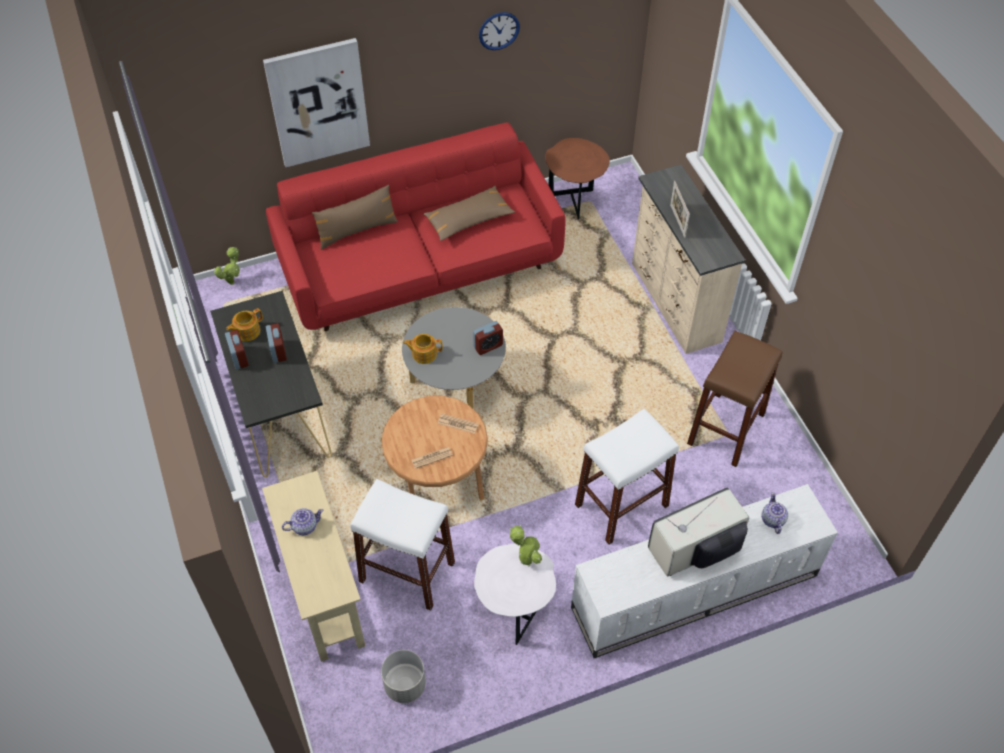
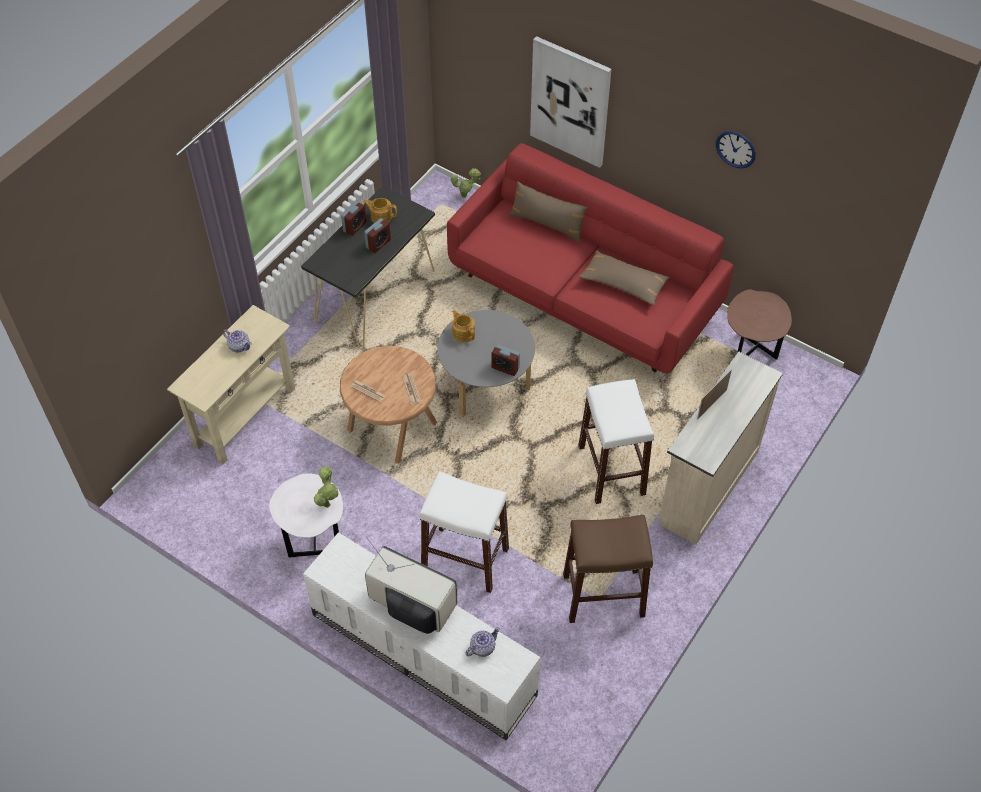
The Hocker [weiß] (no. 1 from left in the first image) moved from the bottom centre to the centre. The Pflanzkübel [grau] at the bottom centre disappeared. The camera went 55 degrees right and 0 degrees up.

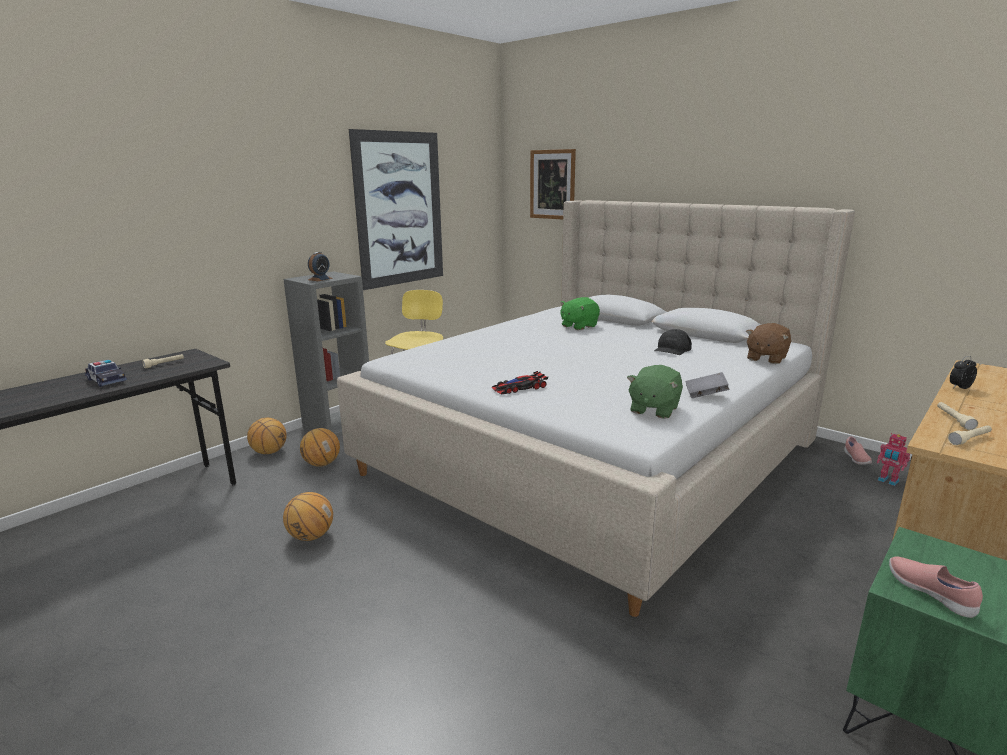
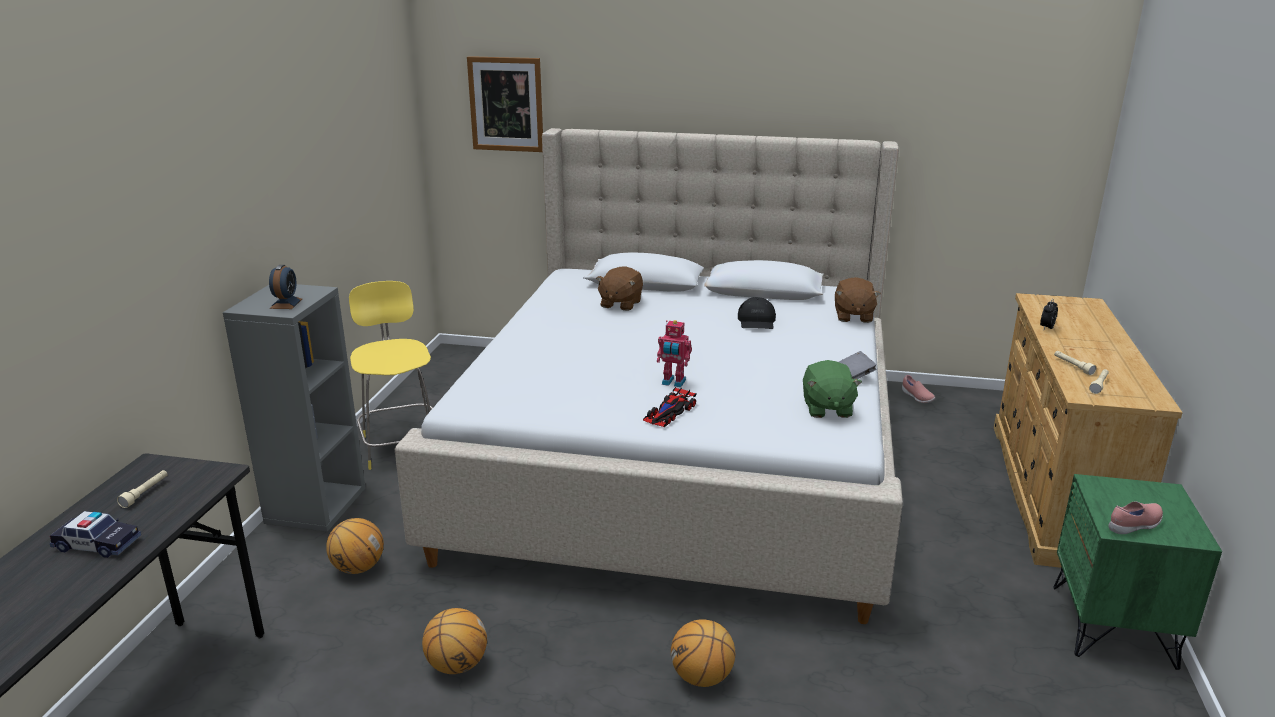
The Bild (no. 1 from left) at the top centre disappeared. The Plüschtier [grün] (no. 1 from left) at the centre became the Plüschtier [braun] (no. 1 from left) at the centre. The Basketball (no. 1 from left in the first image) moved from the middle left to the bottom centre. The Spielzeugroboter moved from the middle right to the centre. The Schuh [rosa] (no. 2 from left) at the bottom right turned 120 degrees clockwise. The camera went 30 degrees left and 5 degrees up.

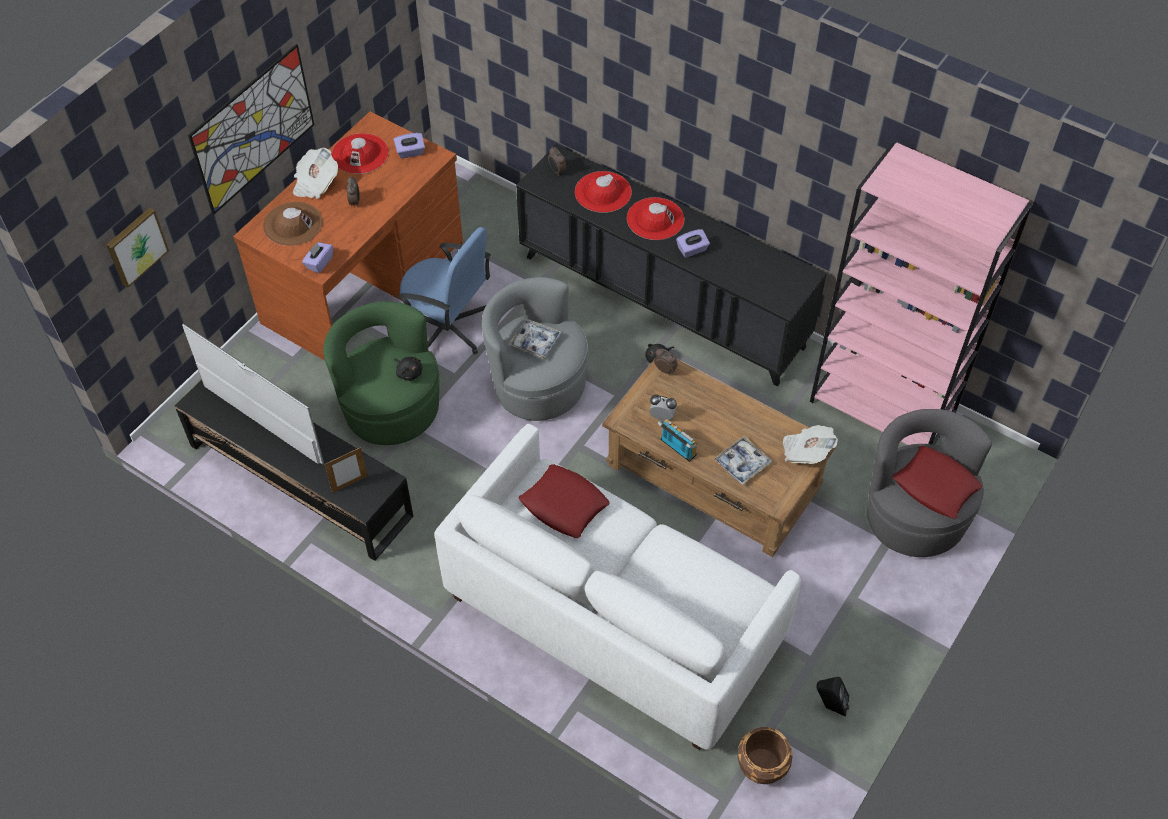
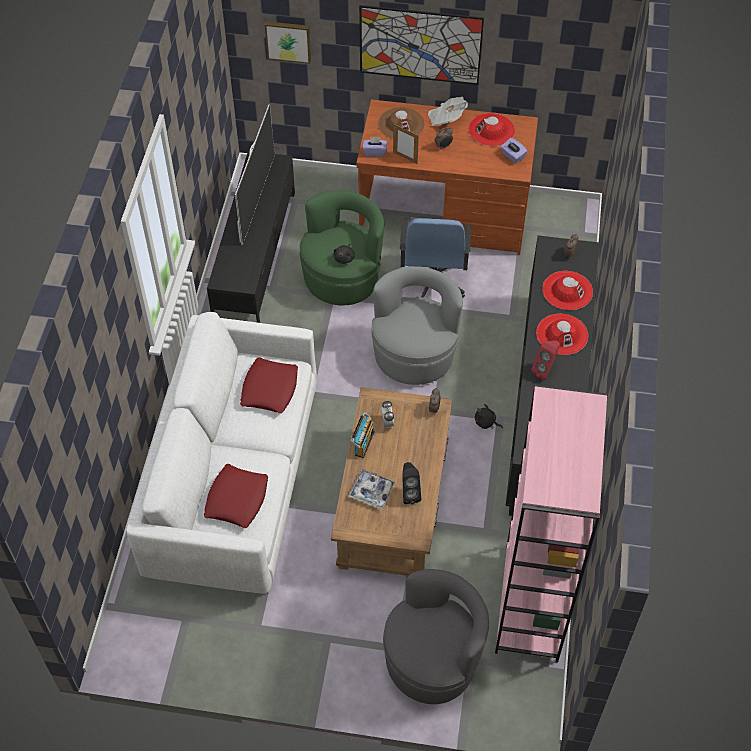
The Taschentuchbox [lila] (no. 3 from left) at the top centre was replaced by the Lautsprecher [rot] at the middle right. The Tablett (no. 1 from left) at the centre disappeared. The Zeitung (no. 2 from left) at the middle right disappeared. The Kissen [rot] (no. 2 from left in the first image) moved from the middle right to the middle left. The Bilderrahmen moved from the middle left to the top centre. The Lautsprecher [schwarz] moved from the bottom right to the centre. The Pflanzkübel [braun] at the bottom centre disappeared. The camera went 65 degrees right and 0 degrees up.

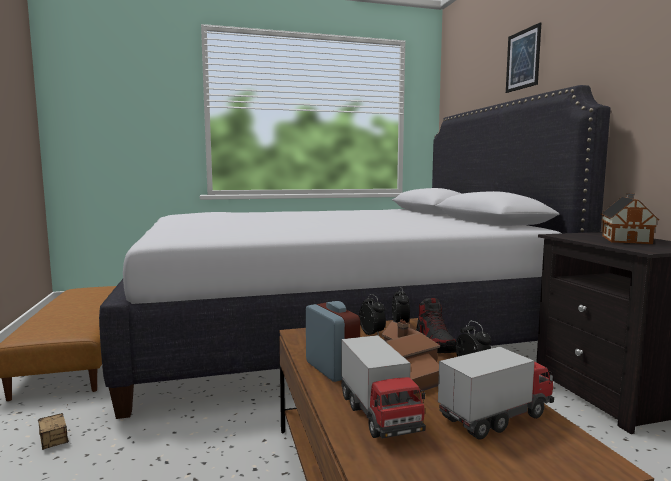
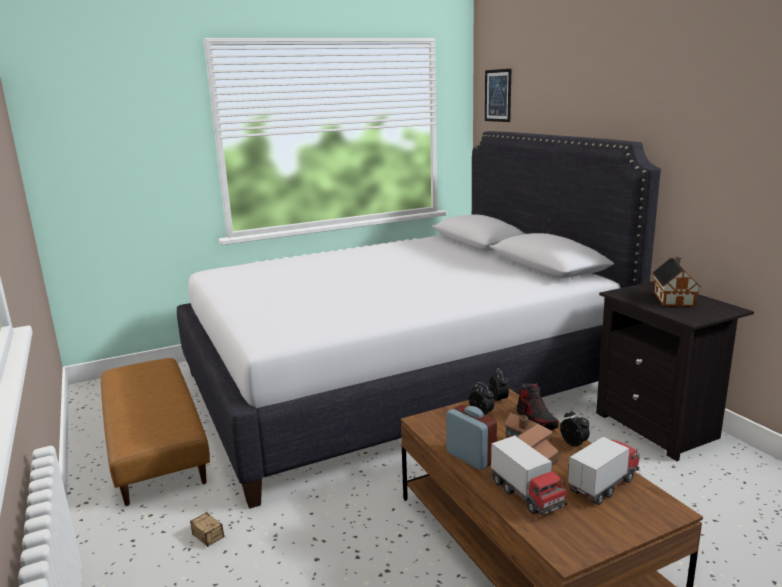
The Bild moved from the top right to the top centre. The camera went 10 degrees left and 10 degrees up.

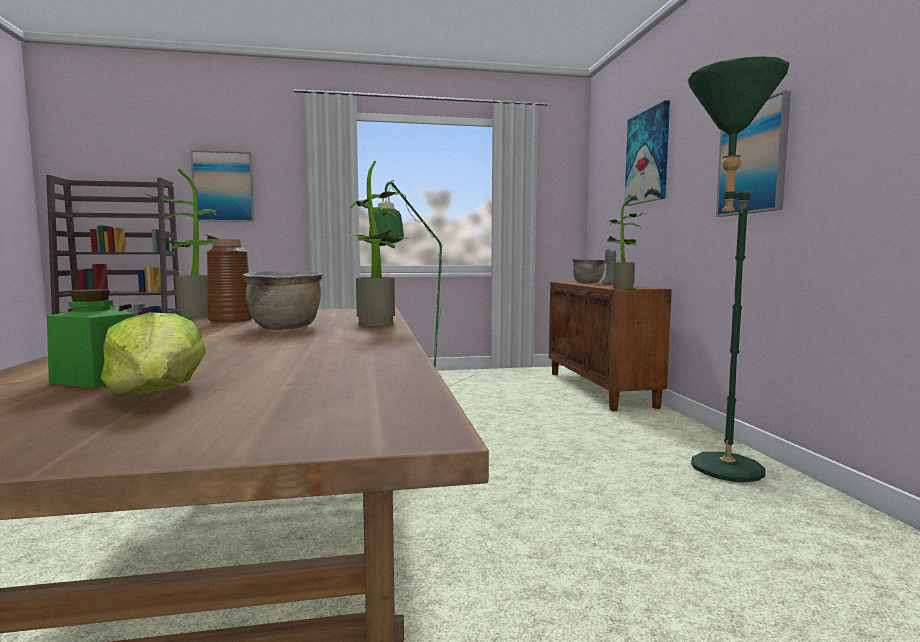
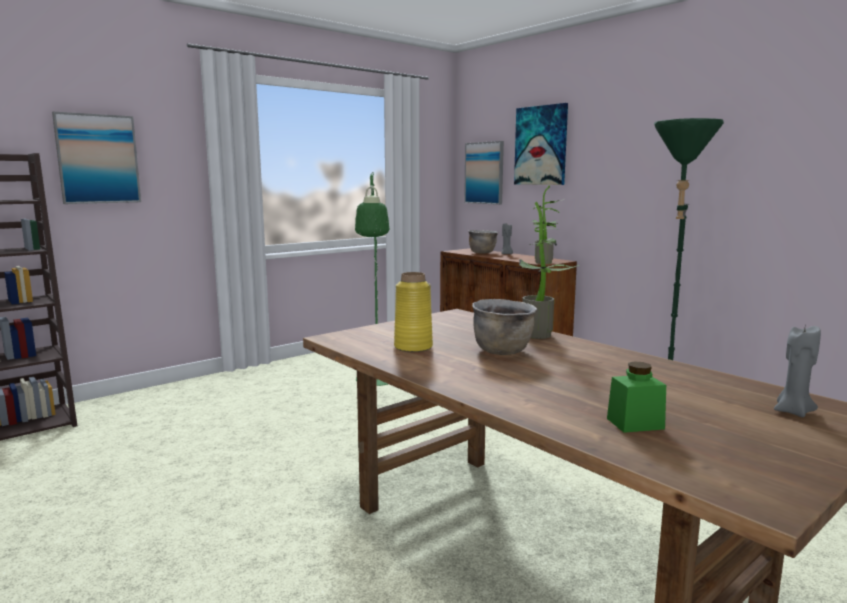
The Bild (no. 3 from left in the first image) moved from the top right to the top centre. The Topfpflanze (no. 1 from left) at the middle left disappeared. The Vase [braun] at the middle left became the Vase [gelb] at the centre. The Salatkopf at the middle left disappeared. The Kerze [grau] (no. 2 from left) at the middle right appeared. The camera went 30 degrees left and 5 degrees up.

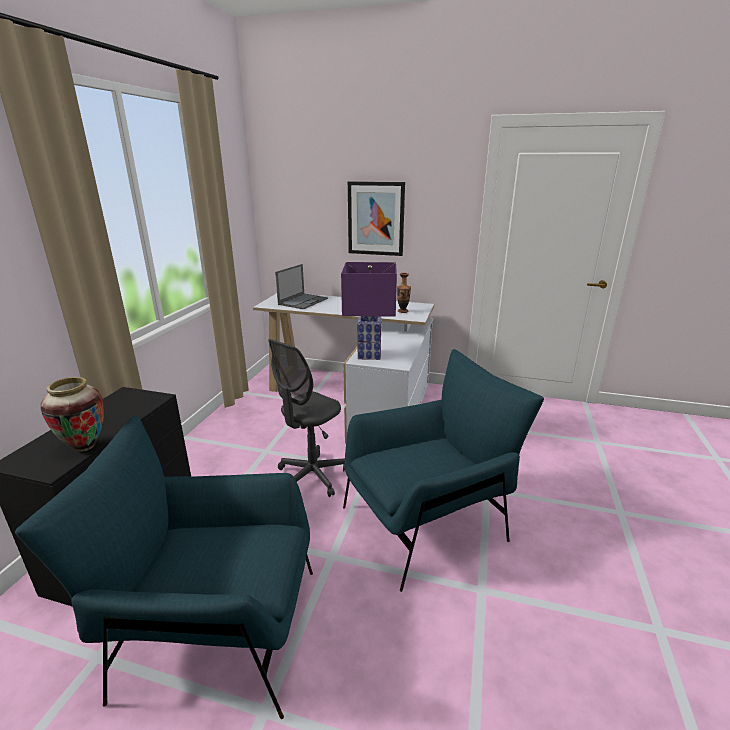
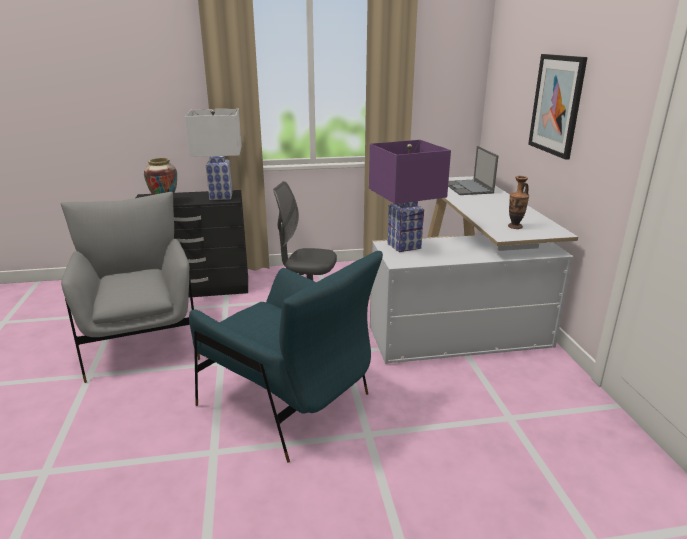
The Laptop at the centre turned 75 degrees clockwise. The Sessel [blau] (no. 1 from left) at the bottom left became the Sessel [grau] at the middle left. The Tischlampe [weiß] at the top left appeared. The camera went 65 degrees right and 0 degrees up.

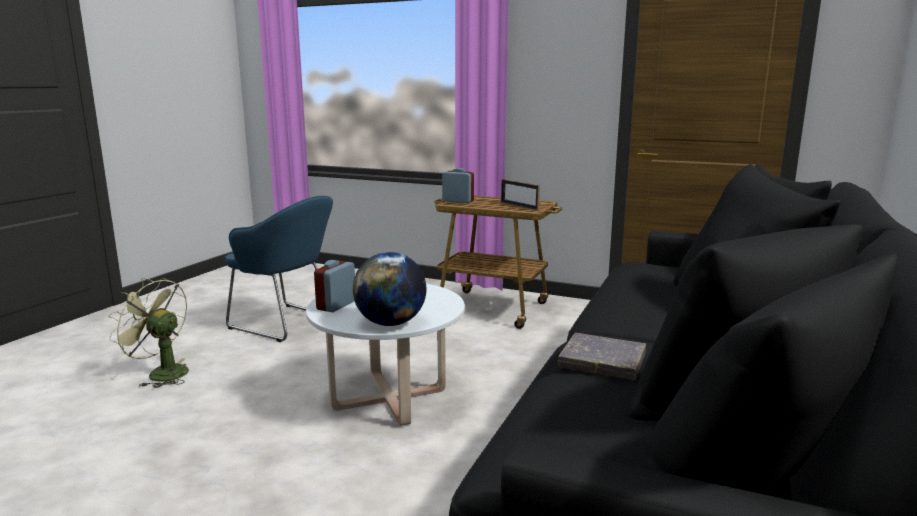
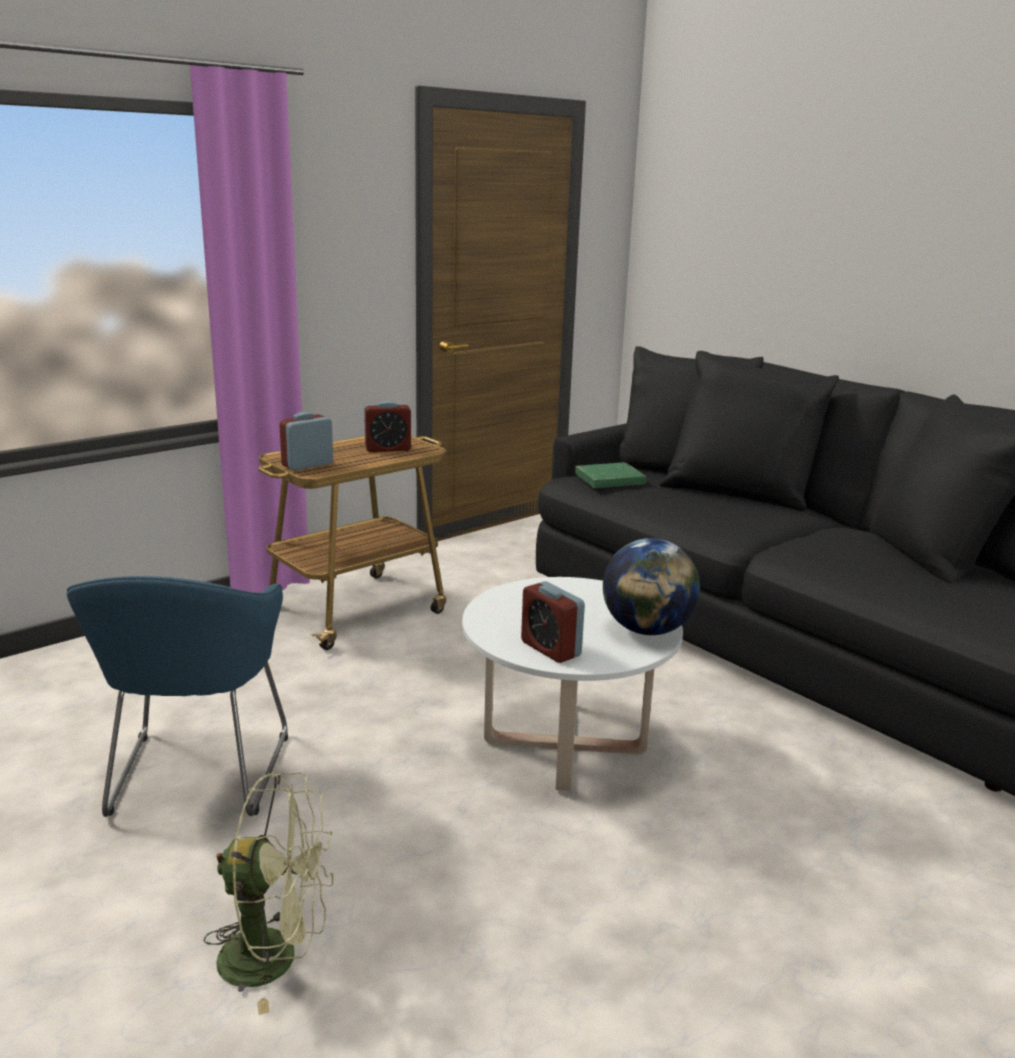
The Bilderrahmen at the centre was replaced by the Wecker (no. 2 from left) at the centre. The Sessel [blau] at the middle left turned 120 degrees clockwise. The Ventilator [grün] at the middle left turned 135 degrees counterclockwise. The Buch [grau] at the bottom centre disappeared. The Buch [grün] at the centre appeared. The camera went 65 degrees left and 5 degrees up.

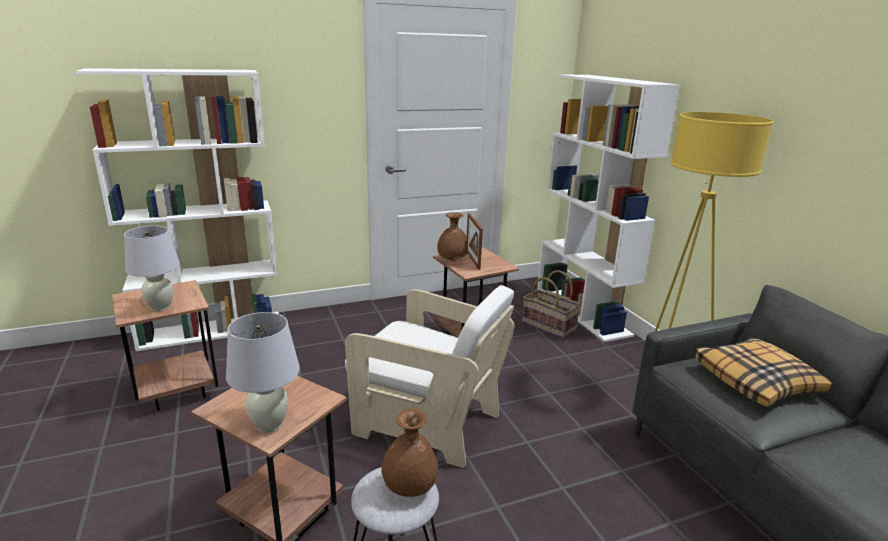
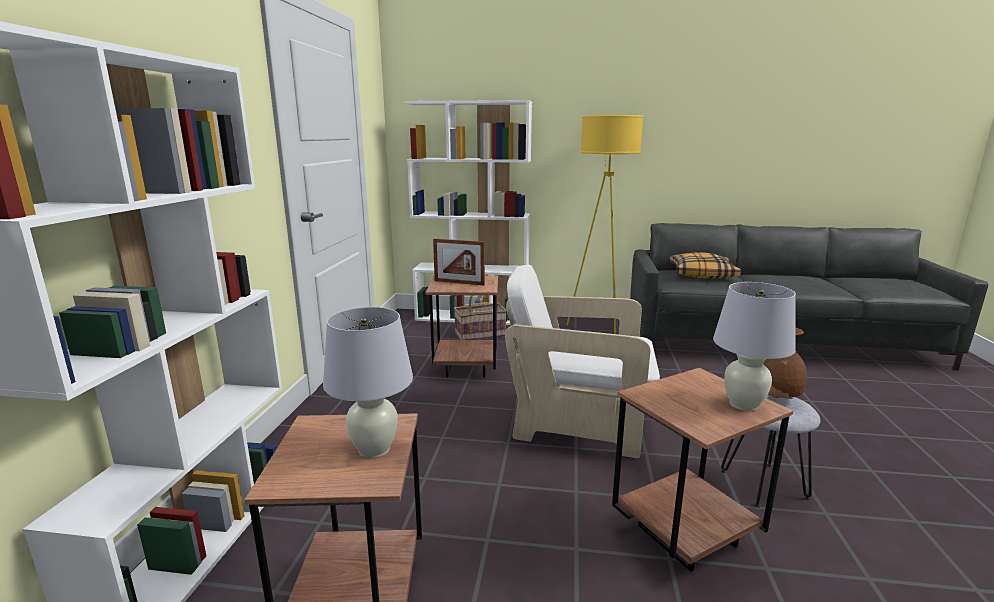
The Vase [braun] (no. 2 from left) at the centre disappeared. The Sessel [weiß] at the bottom centre turned 135 degrees counterclockwise. The camera went 60 degrees left and 5 degrees down.

